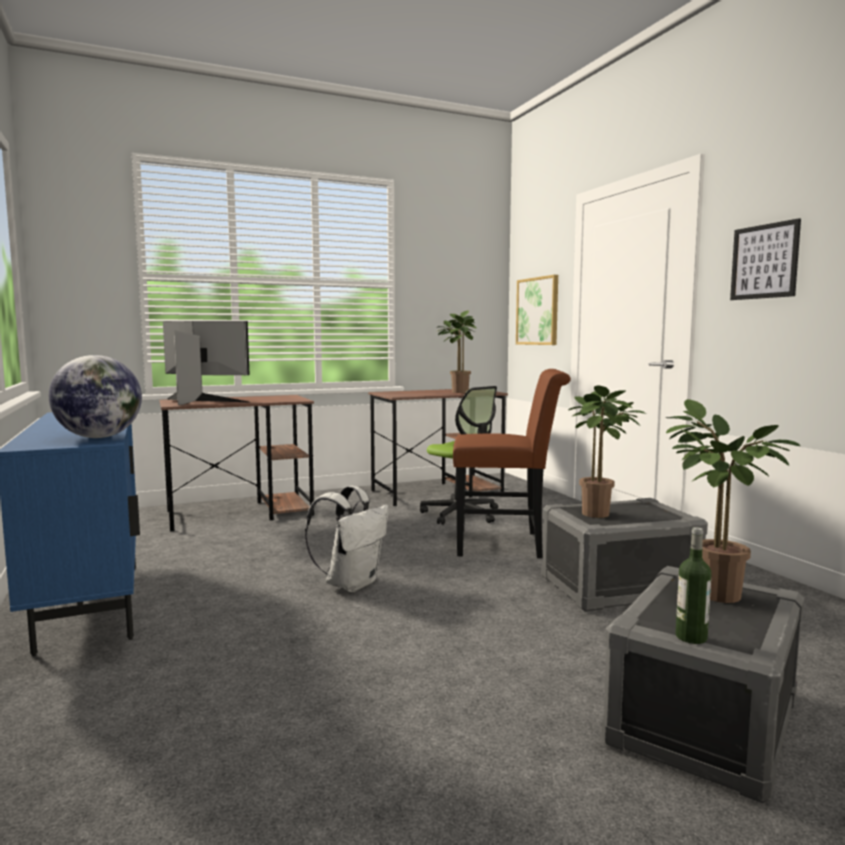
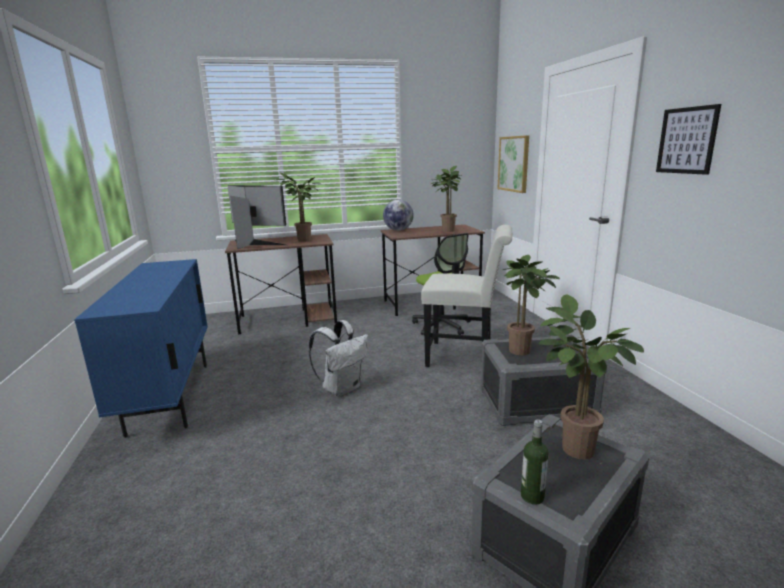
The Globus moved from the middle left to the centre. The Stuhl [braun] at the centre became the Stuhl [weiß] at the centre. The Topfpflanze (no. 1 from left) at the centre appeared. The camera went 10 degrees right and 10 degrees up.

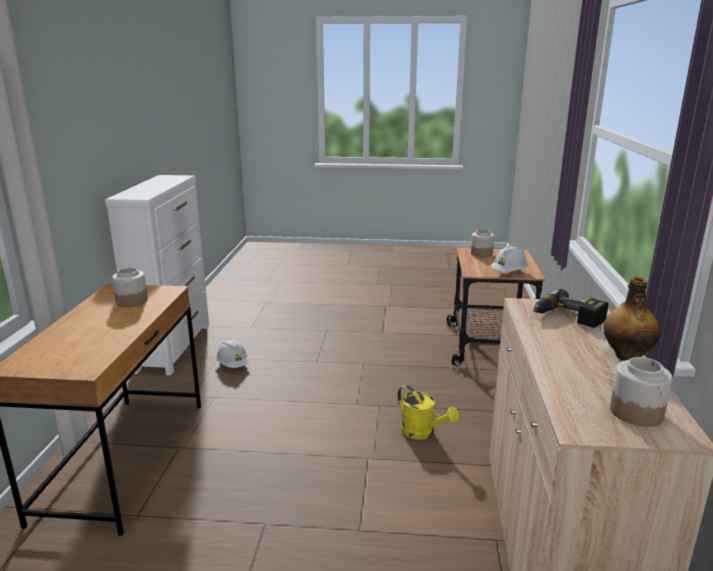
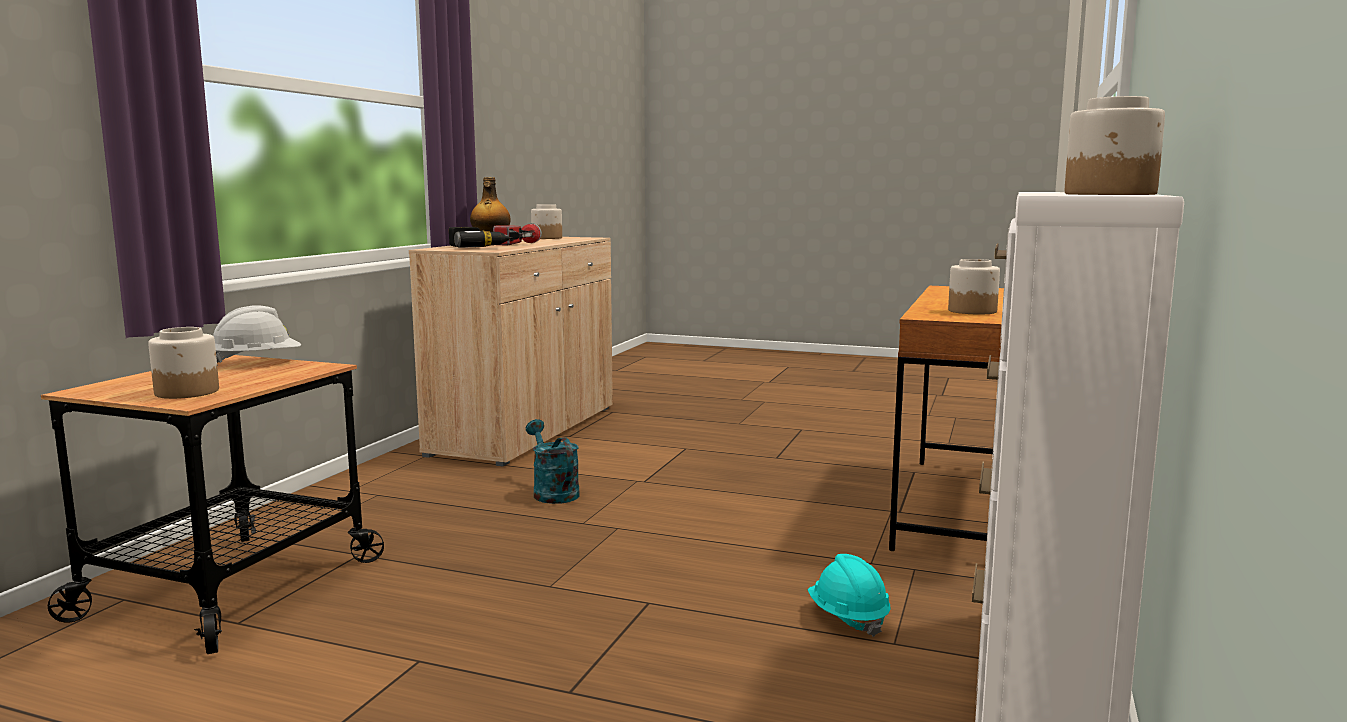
The Schutzhelm [weiß] (no. 1 from left) at the middle left became the Schutzhelm [türkis] at the bottom centre. The Gießkanne [gelb] at the bottom centre became the Gießkanne [türkis] at the centre. The Vorratsglas (no. 4 from left) at the top right appeared. The Taschenlampe at the top centre appeared. The camera went 165 degrees left and 10 degrees down.

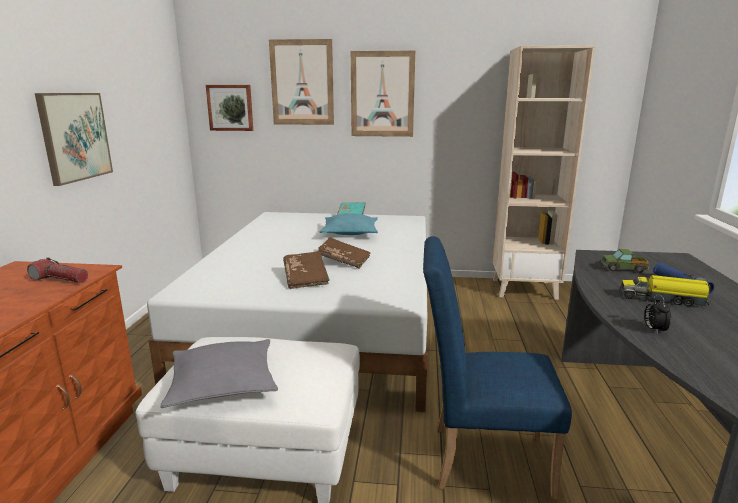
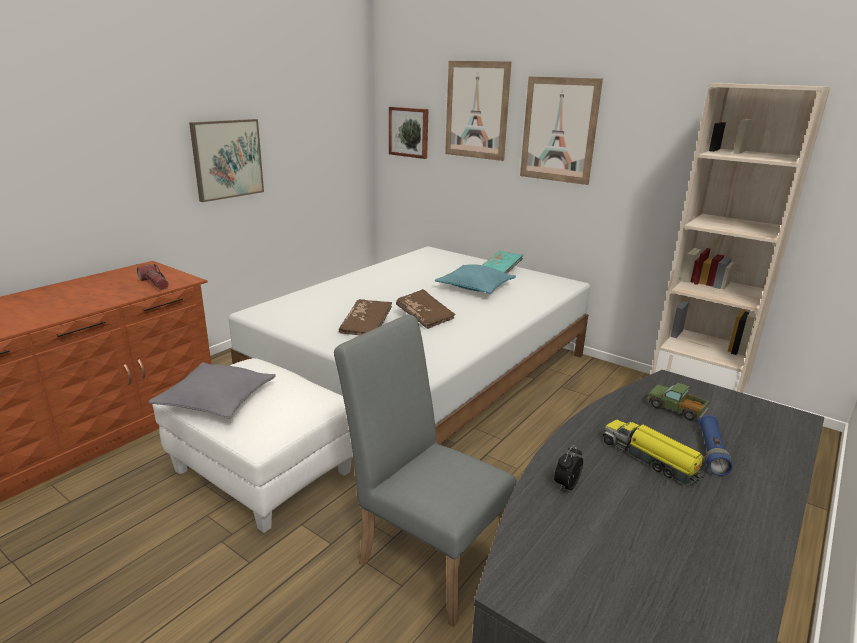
The Stuhl [blau] at the bottom right became the Stuhl [grau] at the bottom centre. The camera went 30 degrees right and 5 degrees up.

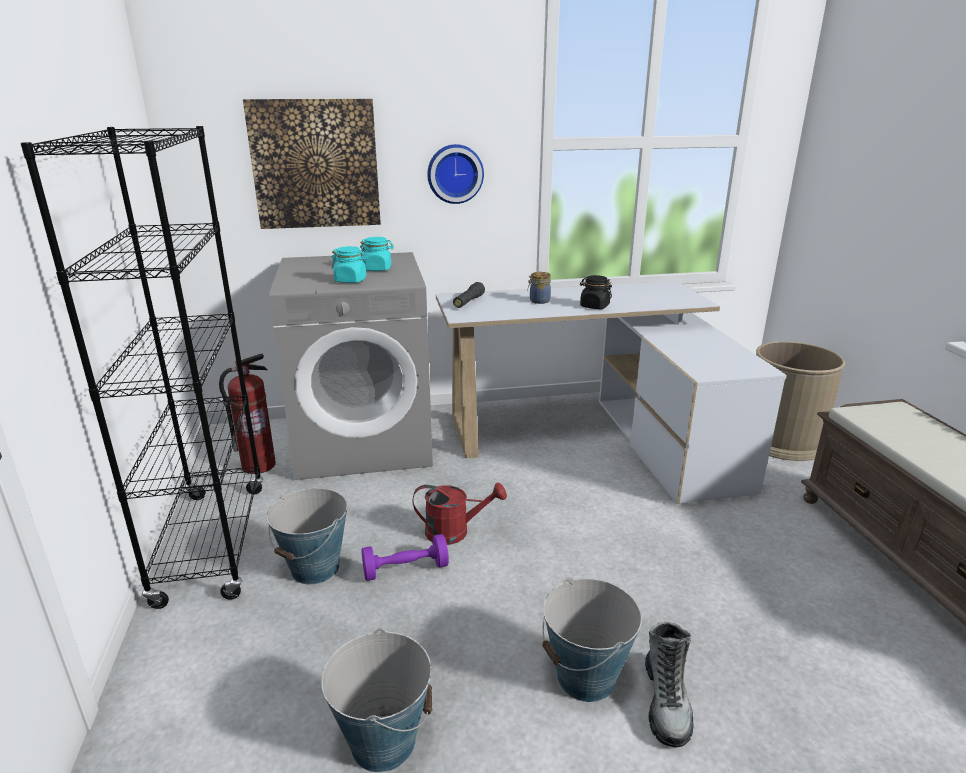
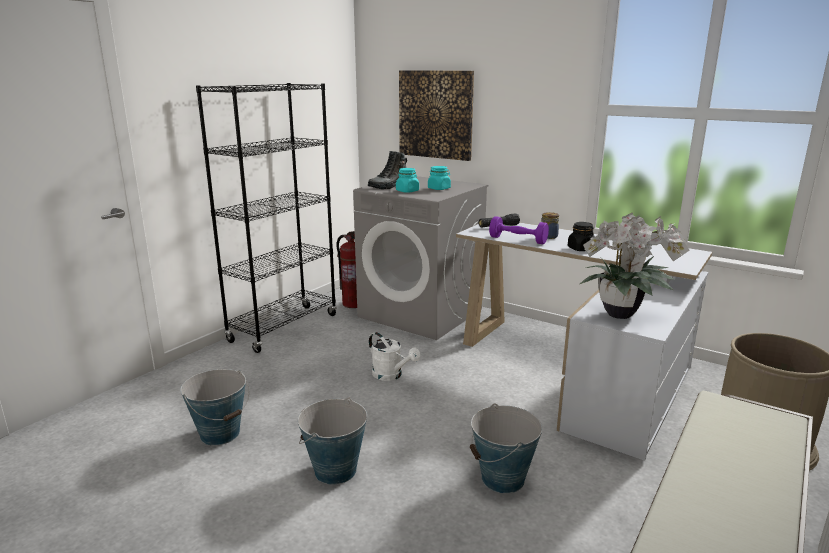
The Wanduhr at the top centre disappeared. The Gießkanne [rot] at the centre became the Gießkanne [weiß] at the centre. The Eimer (no. 1 from left in the first image) moved from the bottom left to the bottom centre. The Hantel [lila] moved from the bottom centre to the centre. The Stiefel moved from the bottom right to the top centre. The Topfpflanze at the middle right appeared. The camera went 45 degrees right and 5 degrees down.

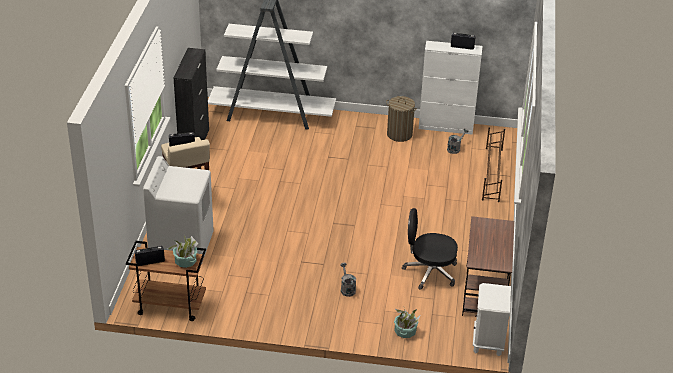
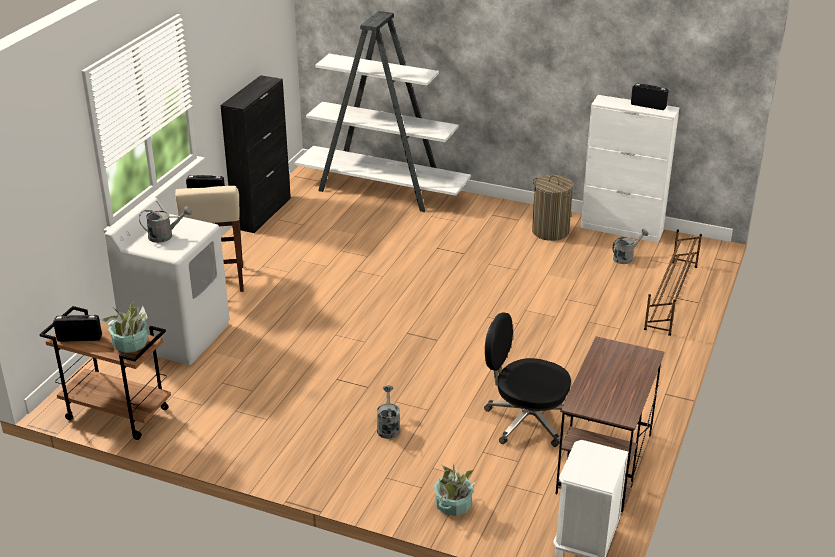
The Gießkanne [grau] (no. 1 from left) at the middle left appeared. The camera went 15 degrees right and 5 degrees down.

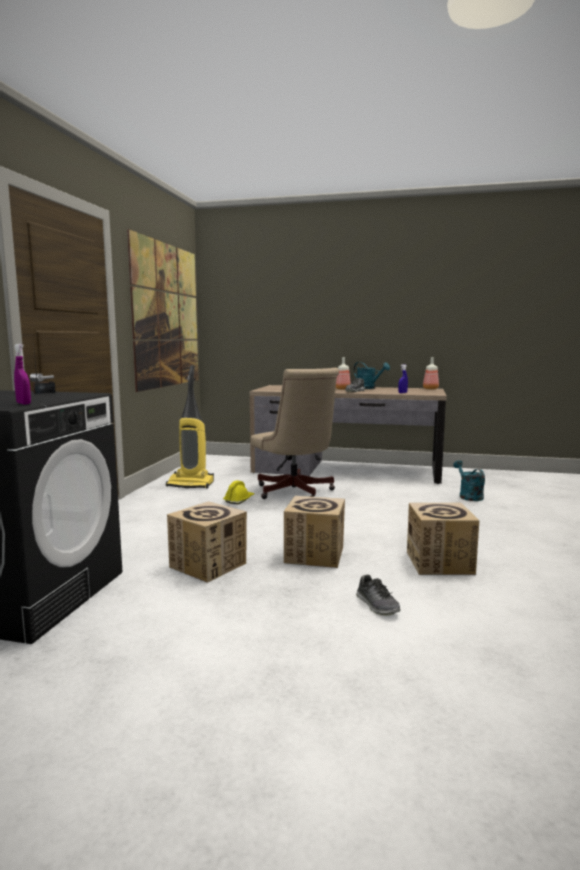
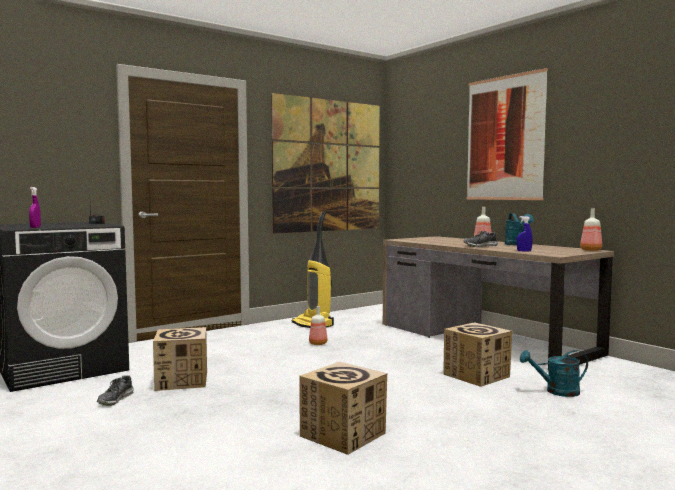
The Bürostuhl [beige] at the centre disappeared. The Gießkanne [türkis] (no. 2 from left) at the middle right turned 120 degrees counterclockwise. The Schutzhelm [gelb] at the centre was replaced by the Flasche (no. 1 from left) at the centre. The Karton (no. 2 from left in the first image) moved from the centre to the bottom right. The Schuh (no. 2 from left in the first image) moved from the bottom centre to the bottom left. The Bild (no. 2 from left) at the top right appeared. The camera went 40 degrees right and 5 degrees down.

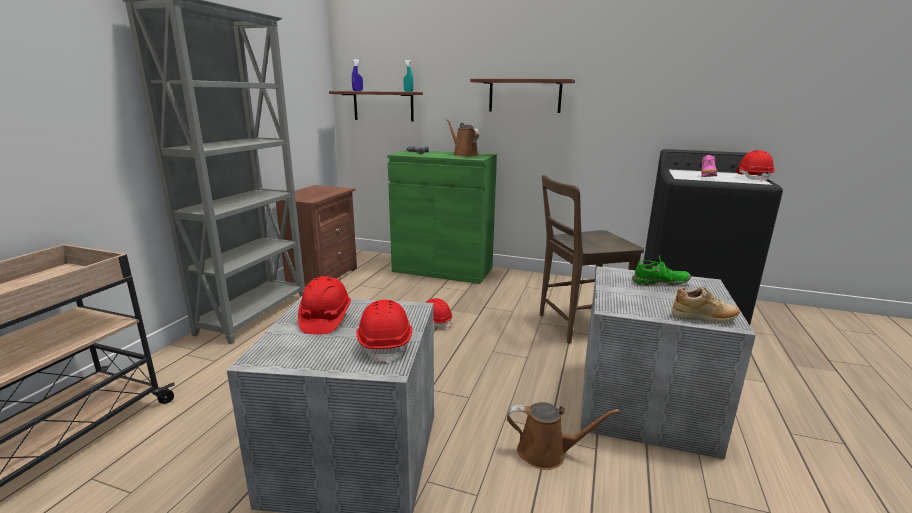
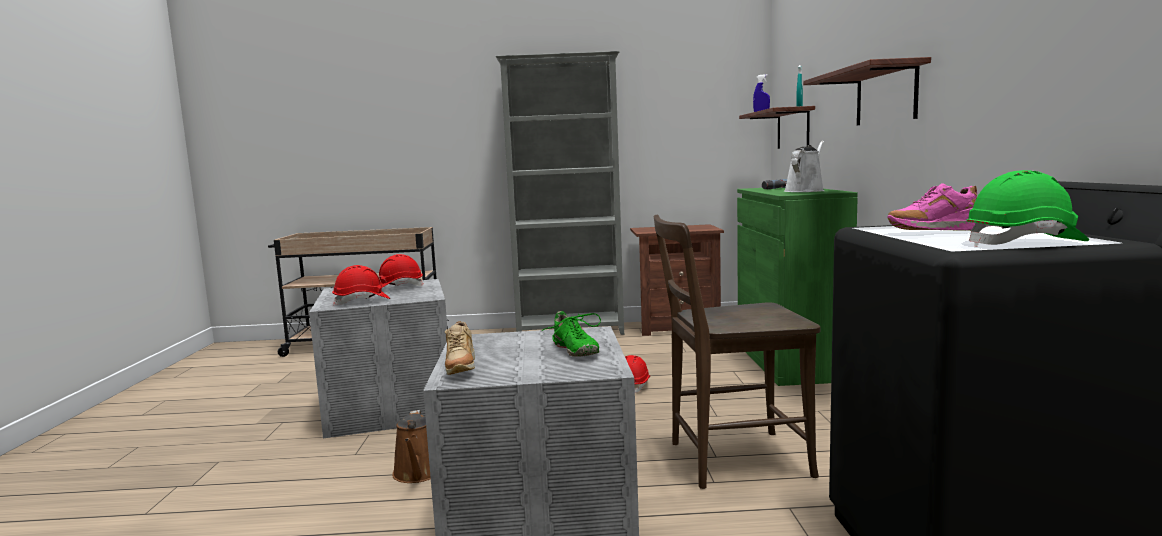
The Gießkanne [braun] (no. 1 from left) at the top centre became the Gießkanne [weiß] at the top right. The Schutzhelm [rot] (no. 4 from left) at the top right became the Schutzhelm [grün] at the middle right. The Stuhl [braun] at the centre turned 60 degrees counterclockwise. The camera went 70 degrees right and 10 degrees down.

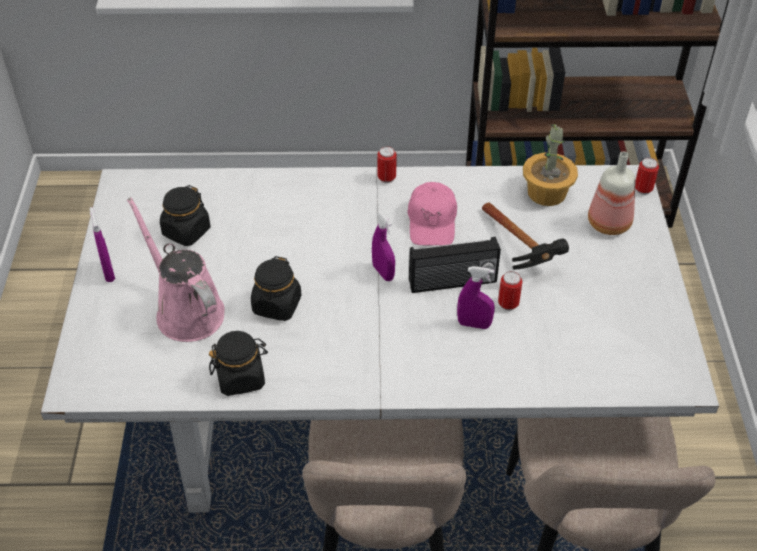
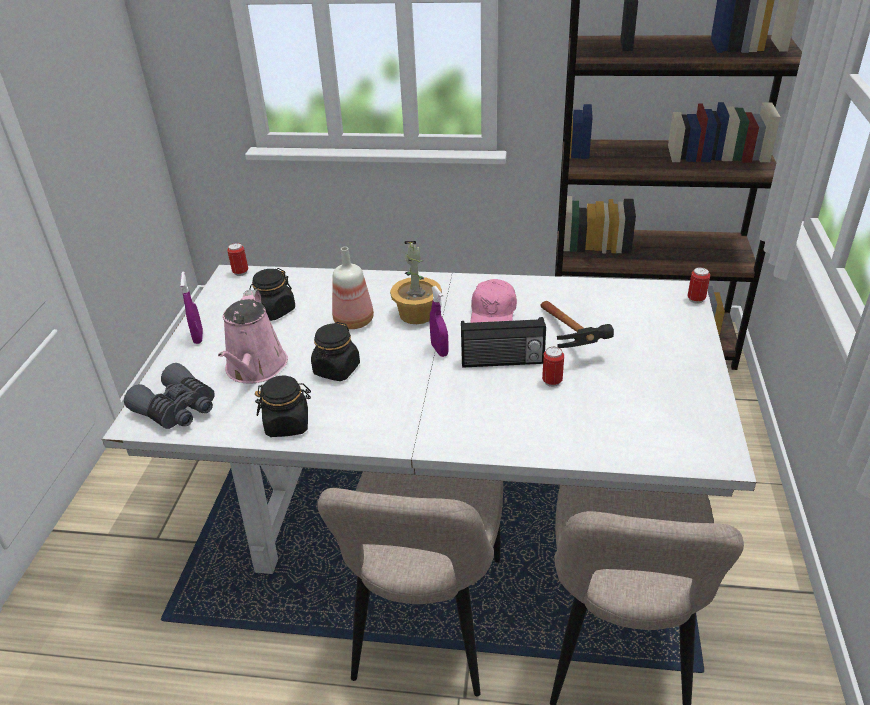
The Topfpflanze moved from the top right to the centre. The Dose (no. 1 from left) moved from the top centre to the middle left. The Flasche moved from the middle right to the centre. The Gießkanne [rosa] at the middle left turned 150 degrees counterclockwise. The Sprühflasche [lila] (no. 3 from left) at the centre disappeared. The Fernglas [grau] at the middle left appeared. The camera went 10 degrees right and 10 degrees down.

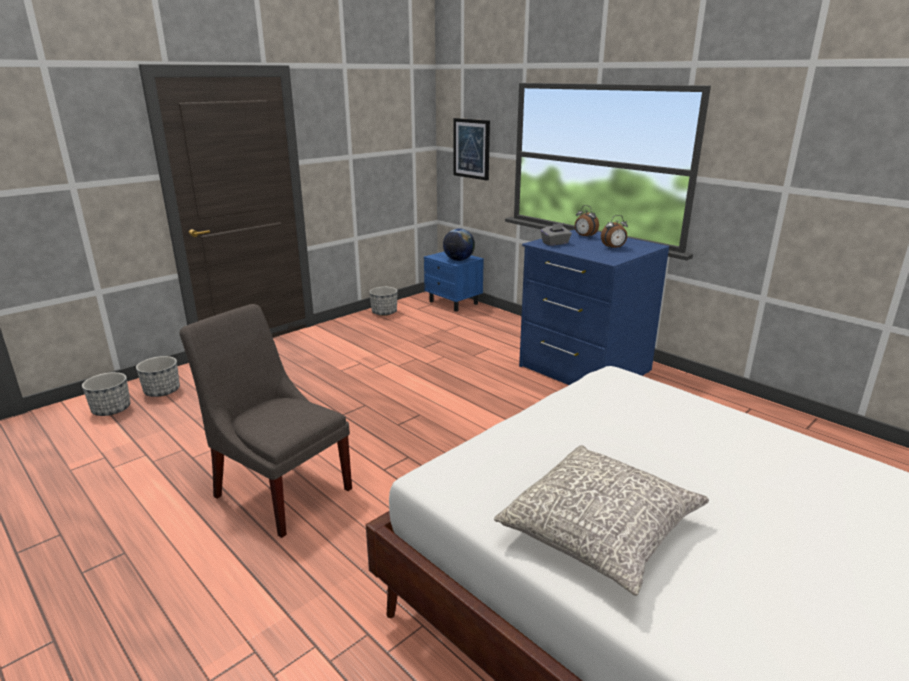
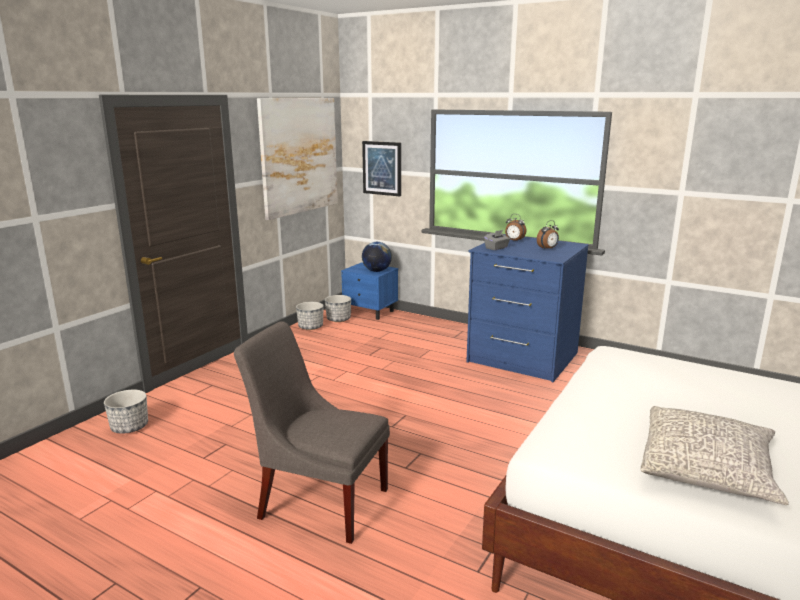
The Pflanzkübel (no. 1 from left in the first image) moved from the middle left to the centre. The Bild (no. 1 from left) at the top centre appeared. The camera went 15 degrees left and 5 degrees down.

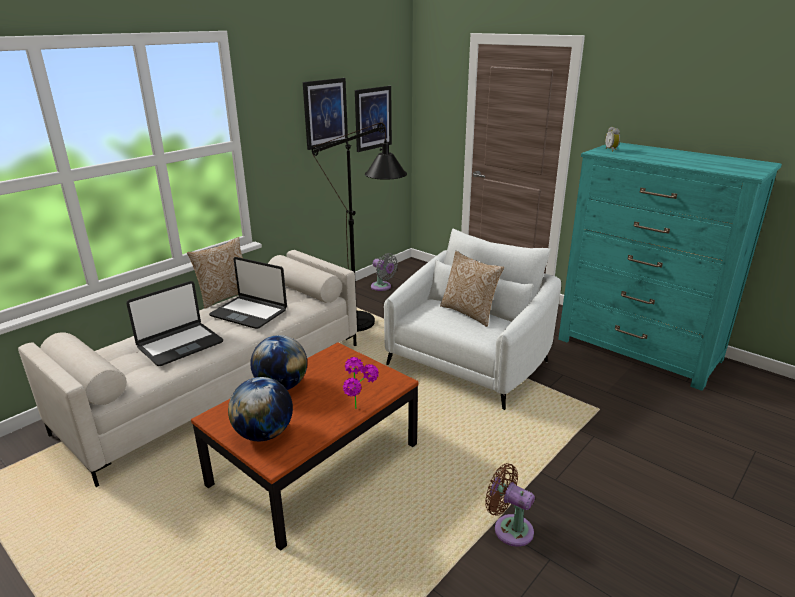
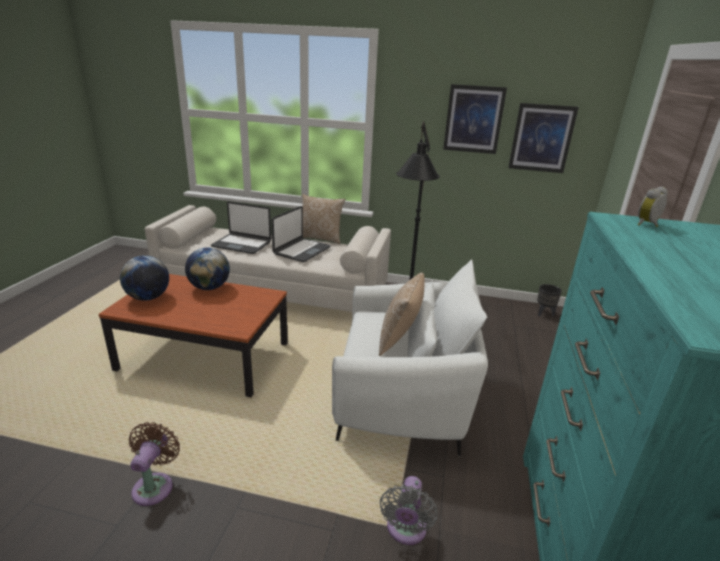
The Ventilator [grau] moved from the centre to the bottom centre. The Laptop (no. 2 from left) at the middle left turned 150 degrees counterclockwise. The Topfpflanze at the centre disappeared. The Pflanzkübel [schwarz] at the middle right appeared. The camera went 60 degrees right and 0 degrees up.

